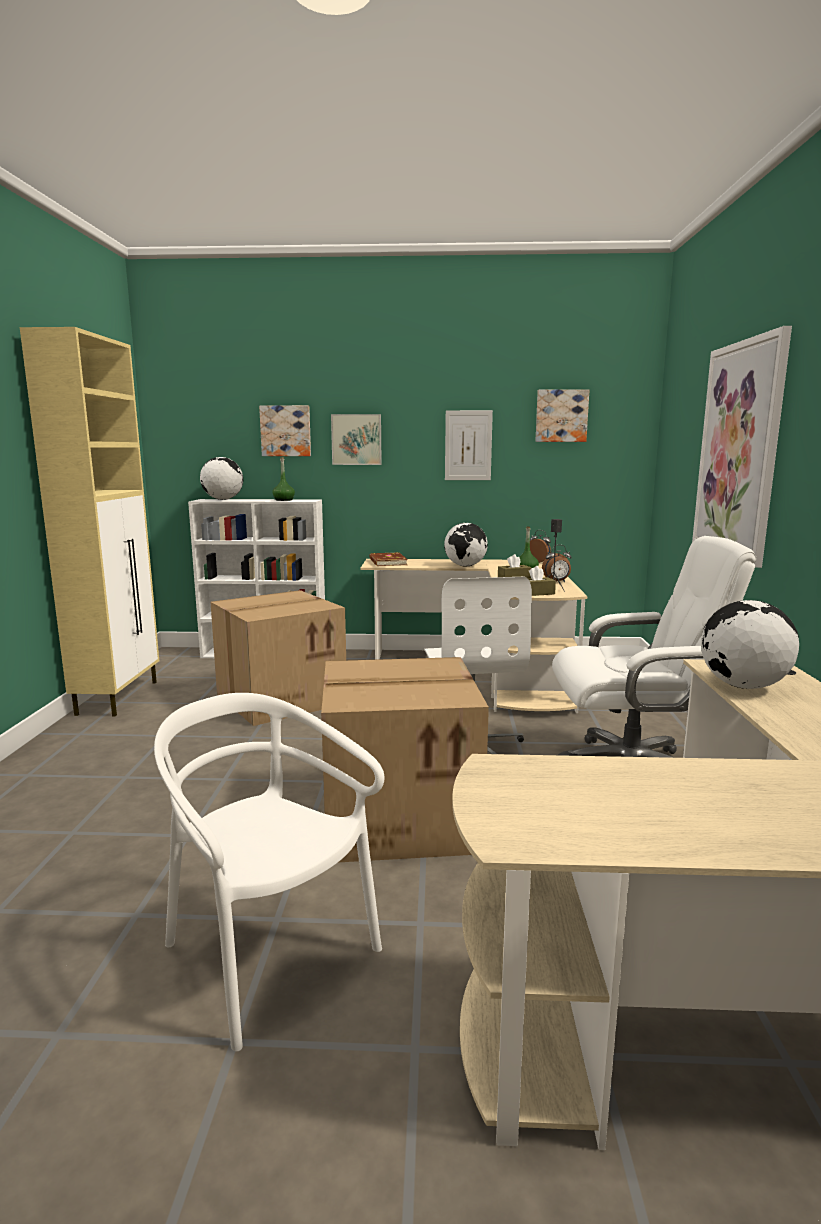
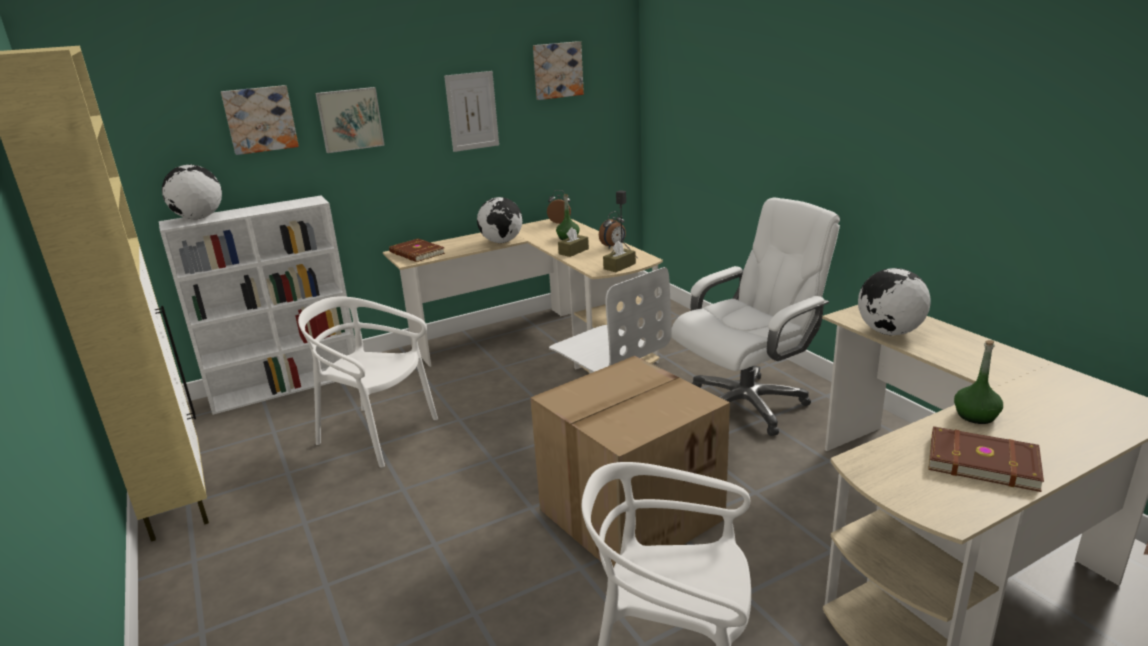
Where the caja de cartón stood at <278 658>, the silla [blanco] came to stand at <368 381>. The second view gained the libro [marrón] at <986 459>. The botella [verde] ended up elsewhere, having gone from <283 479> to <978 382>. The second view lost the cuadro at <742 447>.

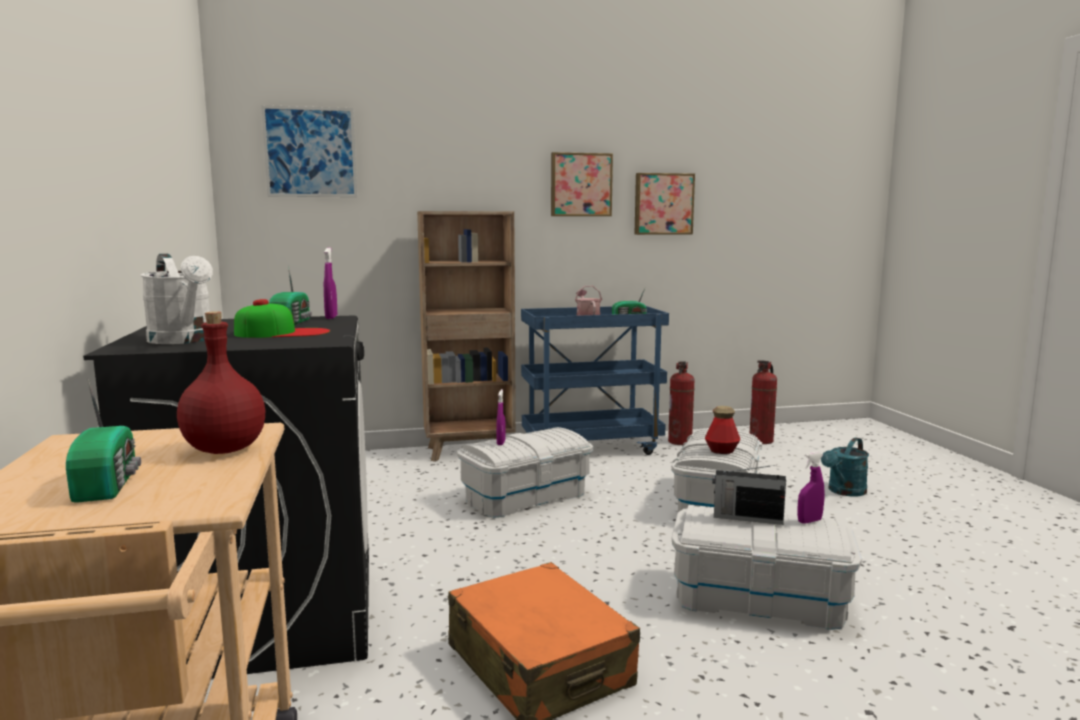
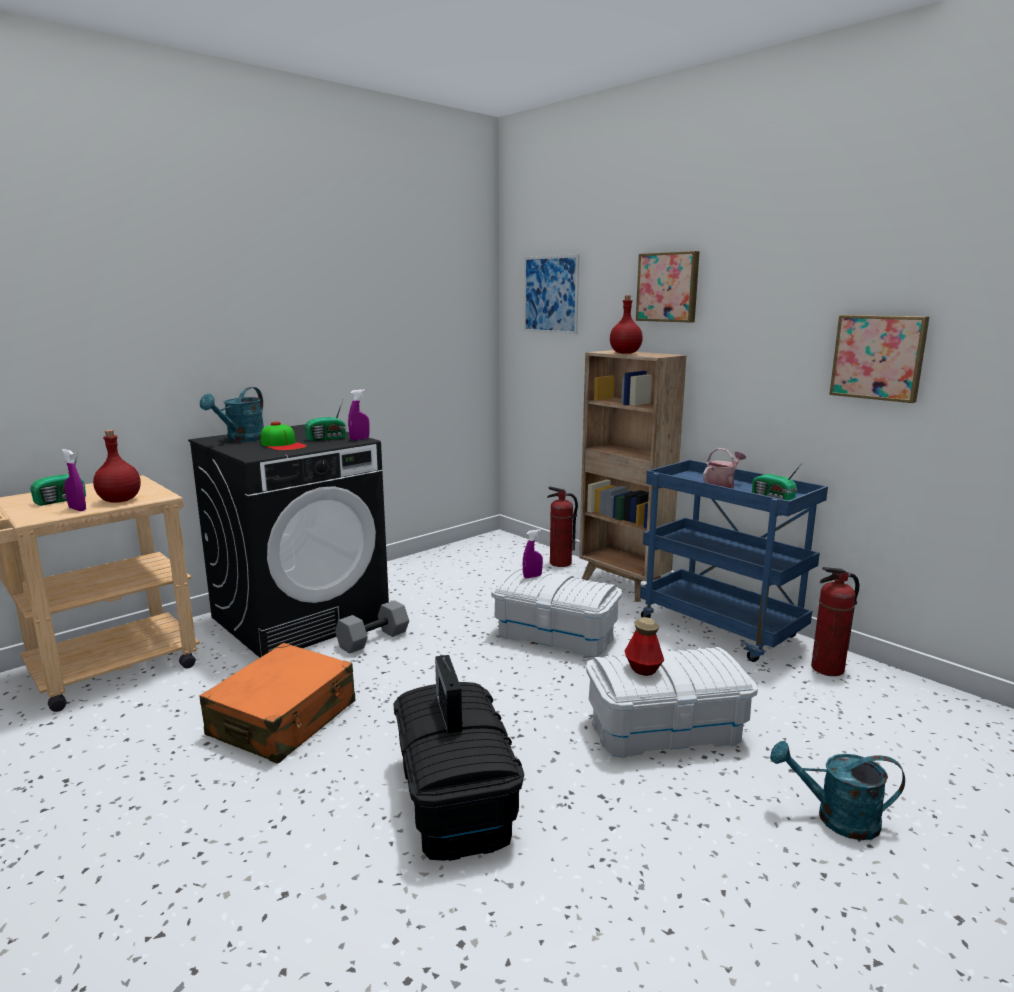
The pulverizador [morado] ended up elsewhere, having gone from <811 488> to <73 480>. What was the regadera [blanco] at <176 299> turned into the regadera [turquesa] at <232 414>. The second view gained the mancuerna [gris] at <372 627>. What was the caja de almacenaje [blanco] at <766 567> turned into the caja de almacenaje [negro] at <458 771>. The extintor ended up elsewhere, having gone from <763 402> to <562 526>. The second view gained the botella [rojo] at <626 324>. The cuadro ended up elsewhere, having gone from <582 184> to <668 287>.

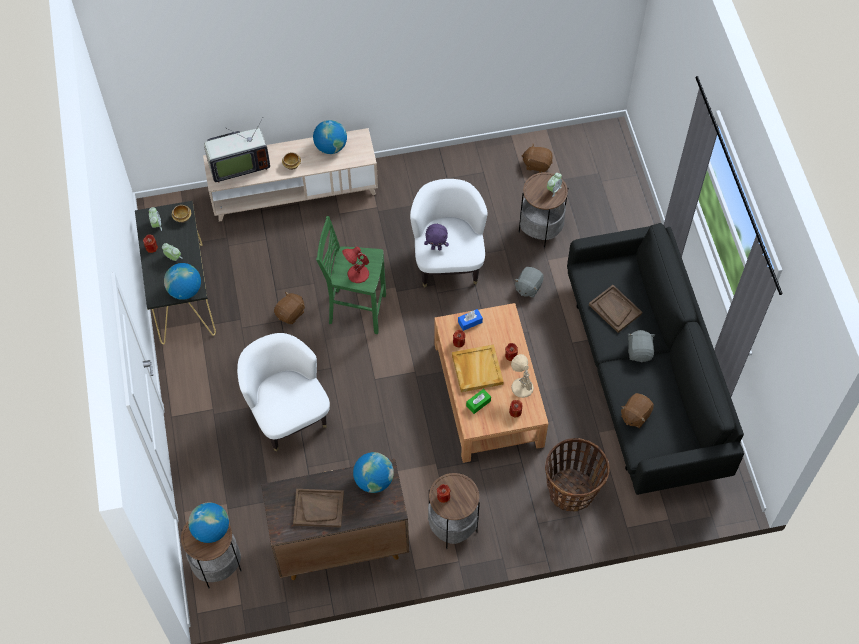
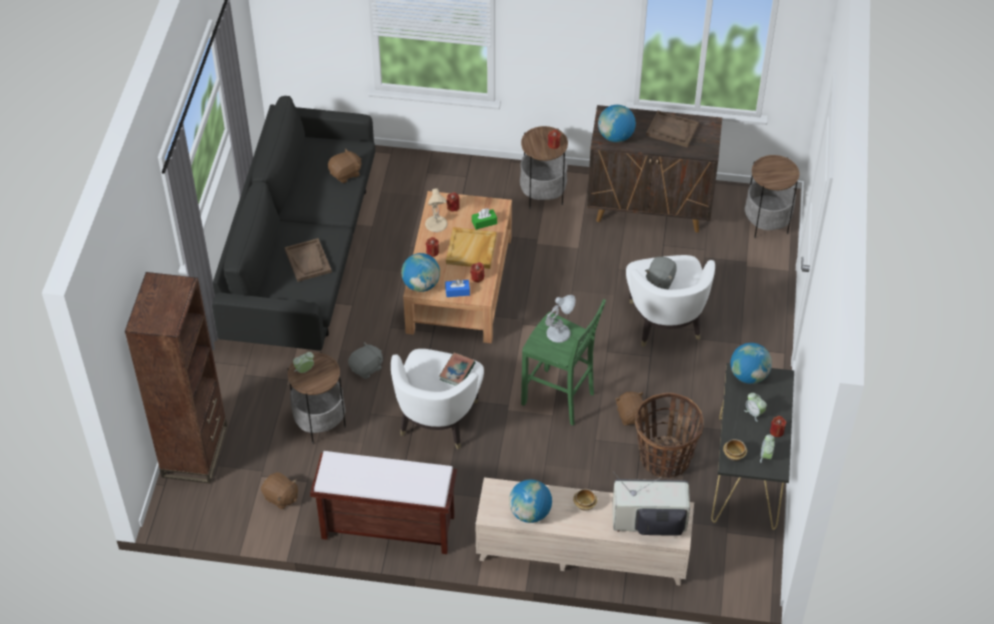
The second view gained the estantería [marrón] at <176 378>. The second view gained the banco [marrón] at <383 502>. The globo terráqueo ended up elsewhere, having gone from <208 523> to <420 272>. Where the peluche [morado] stood at <436 237>, the libro came to stand at <457 369>. What was the lámpara de mesa [rojo] at <355 265> turned into the lámpara de mesa [blanco] at <560 319>. The peluche [marrón] at <289 307> ended up facing another way, 105 degrees clockwise from before. The cesta ended up elsewhere, having gone from <577 475> to <669 435>. The peluche [gris] ended up elsewhere, having gone from <641 346> to <661 273>.

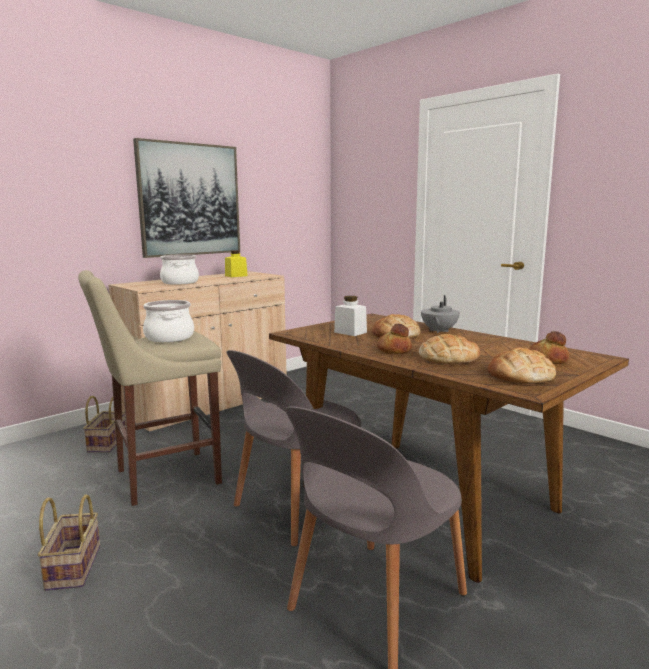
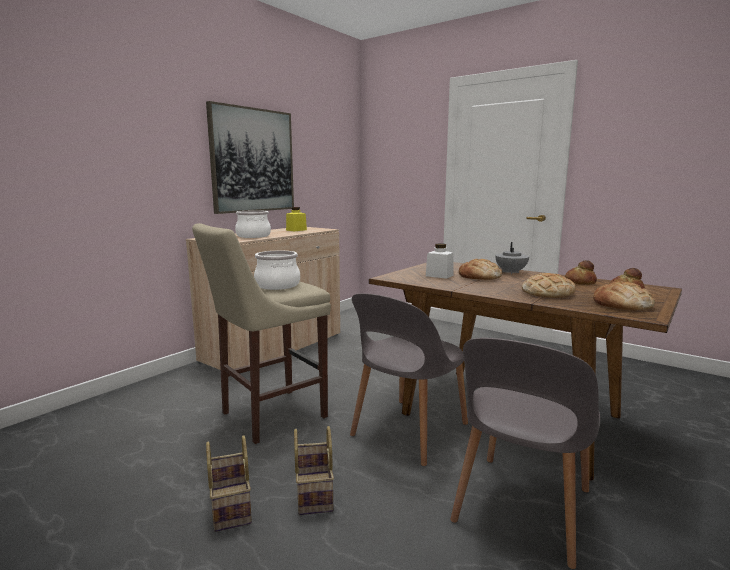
The cesta ended up elsewhere, having gone from <104 424> to <314 470>. The pan ended up elsewhere, having gone from <394 339> to <581 272>.

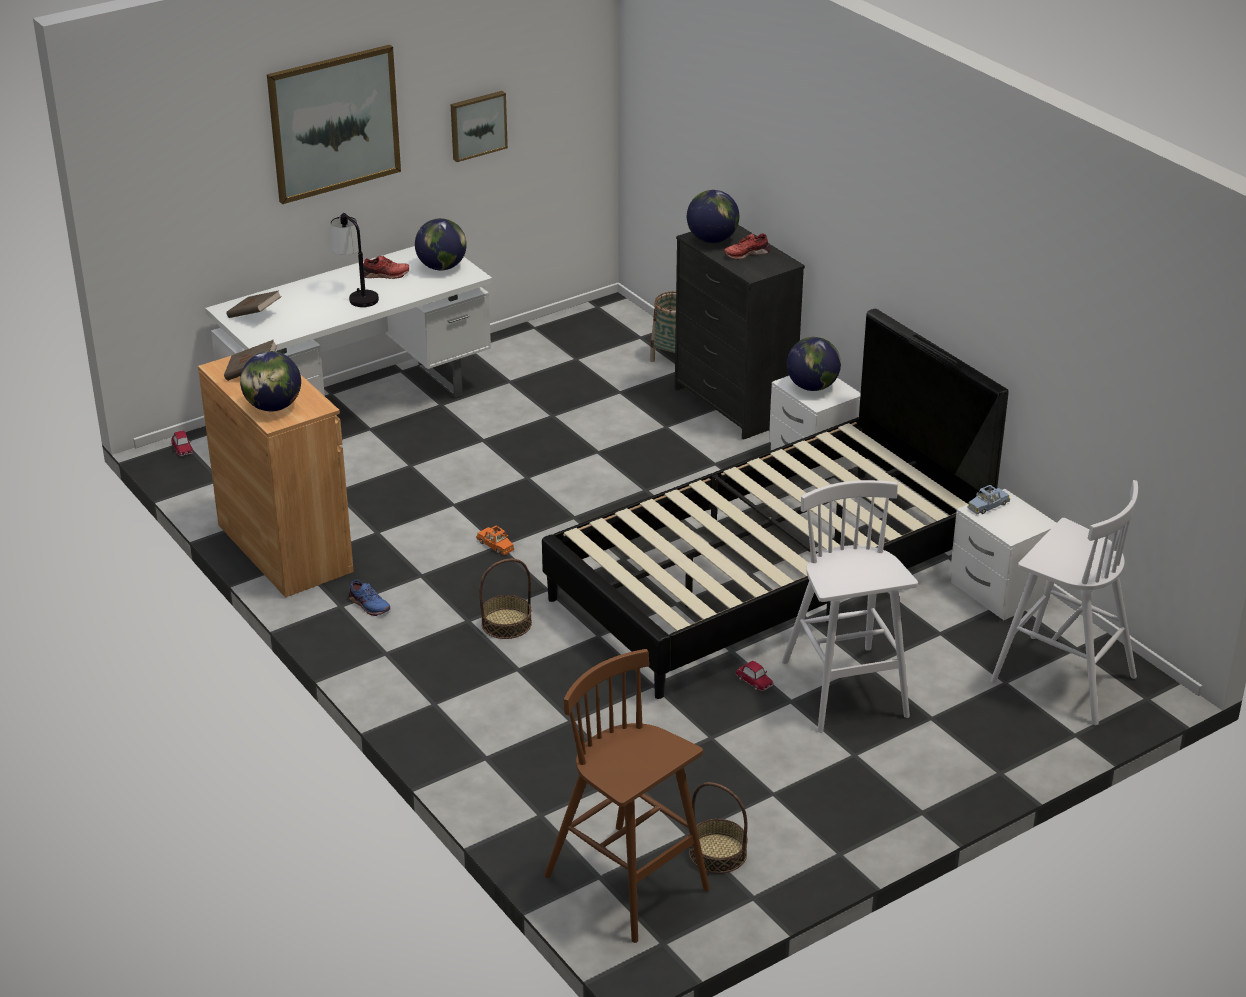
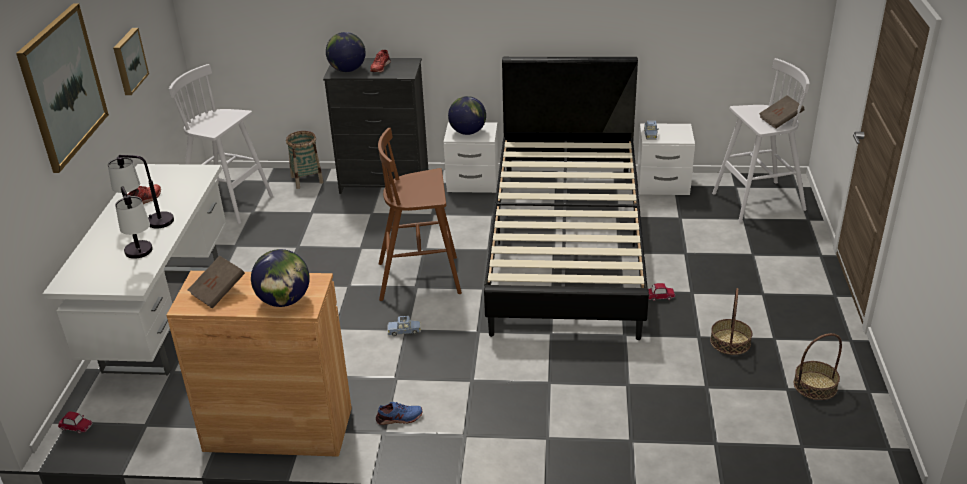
The second view gained the lámpara de mesa at <134 222>. The taburete [blanco] ended up elsewhere, having gone from <850 606> to <221 144>. The taburete [marrón] ended up elsewhere, having gone from <627 796> to <420 214>. What was the coche de juguete [naranja] at <495 540> turned into the coche de juguete [azul] at <404 326>. The cesta ended up elsewhere, having gone from <505 599> to <731 321>. The libro [marrón] ended up elsewhere, having gone from <254 304> to <782 112>. The second view lost the globo terráqueo at <441 244>.

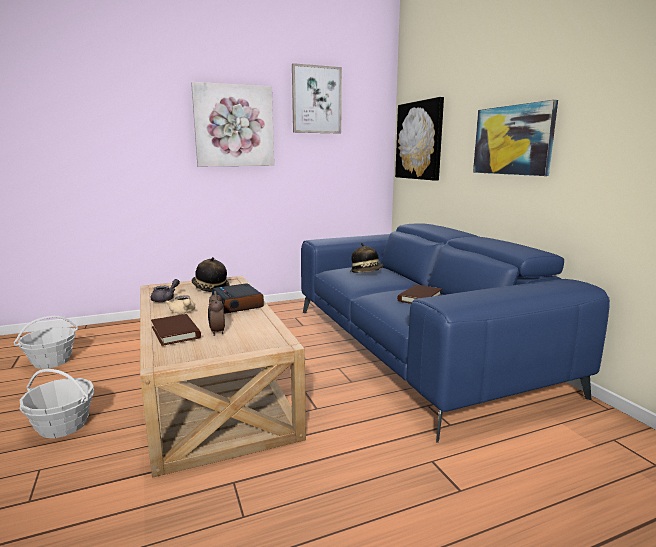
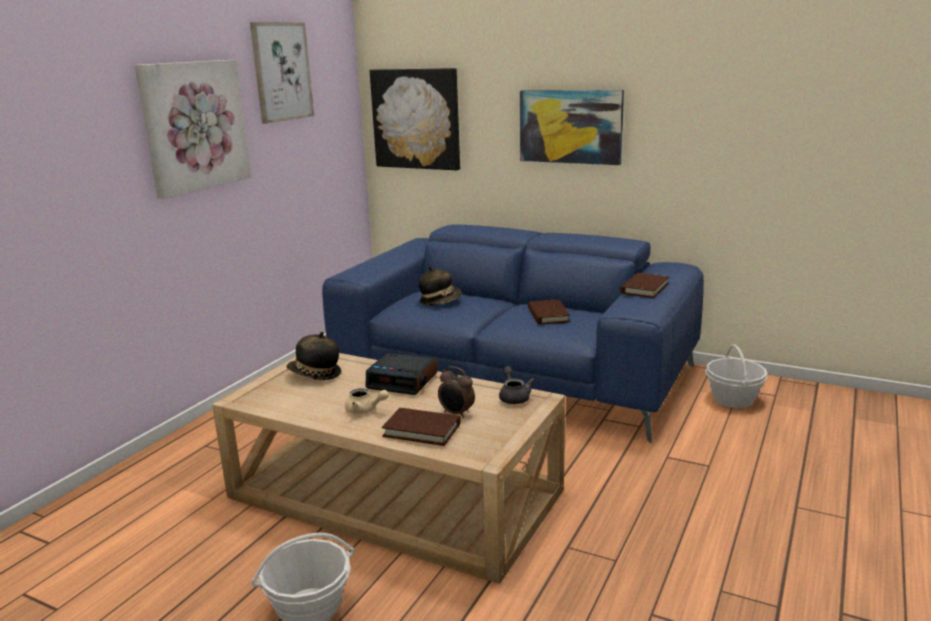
The tetera [gris] ended up elsewhere, having gone from <165 290> to <517 385>. The second view gained the libro [marrón] at <644 285>. The cesta ended up elsewhere, having gone from <46 342> to <736 376>.

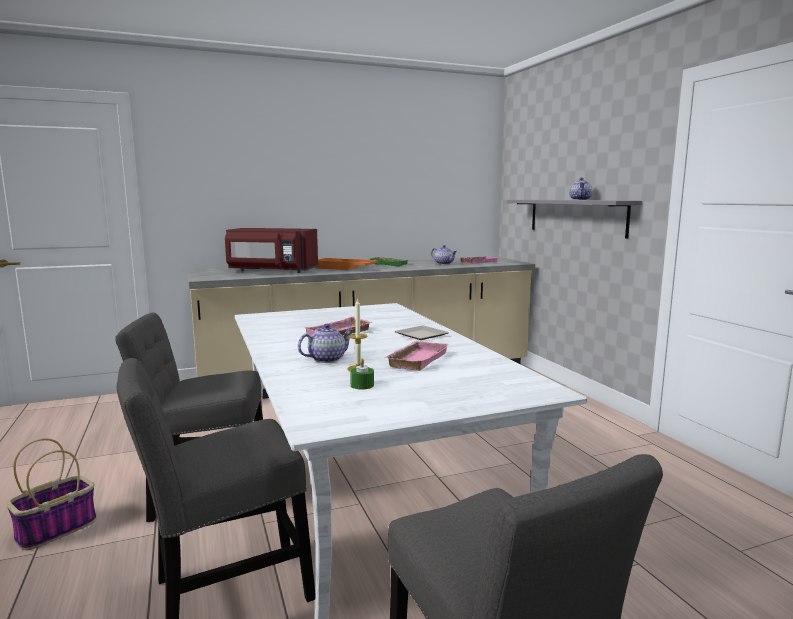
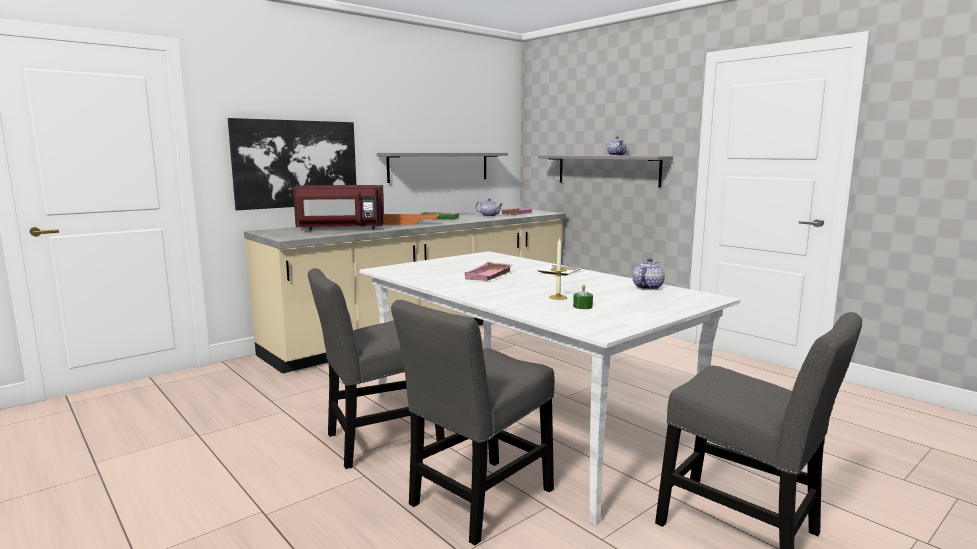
The second view gained the cuadro at <292 164>. The second view gained the estante [gris] at <442 168>. The tetera ended up elsewhere, having gone from <326 343> to <649 274>. The second view lost the cesta at <52 494>. The second view lost the bandeja [rosa] at <417 356>.

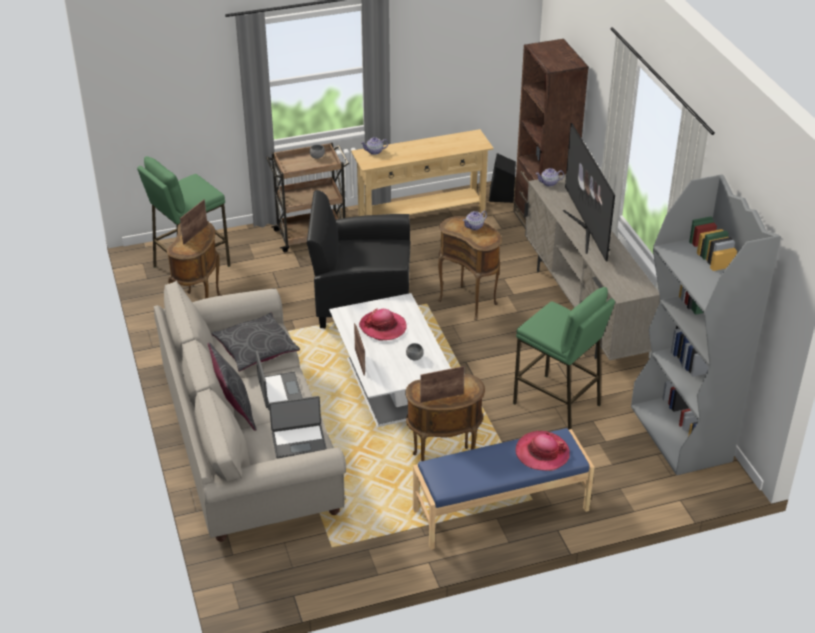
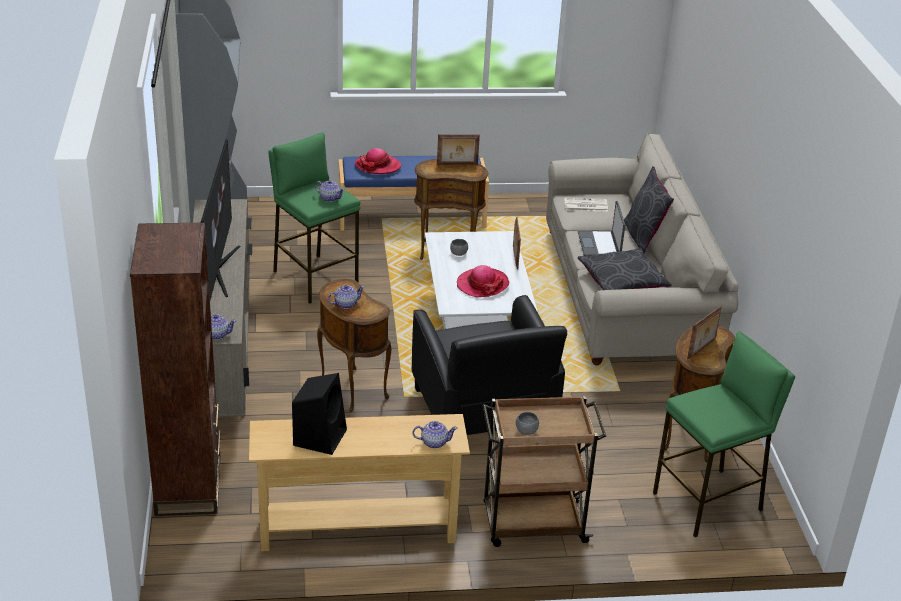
The altavoz [negro] ended up elsewhere, having gone from <502 178> to <319 414>. The second view gained the tetera at <330 191>. The sillón [negro] at <359 259> ended up facing another way, 60 degrees clockwise from before. Where the portátil stood at <298 427>, the periódico came to stand at <586 204>.

